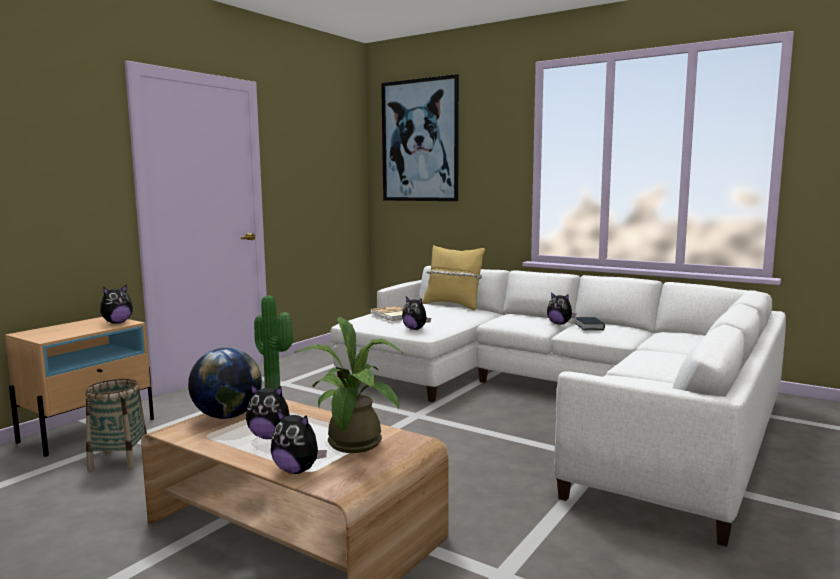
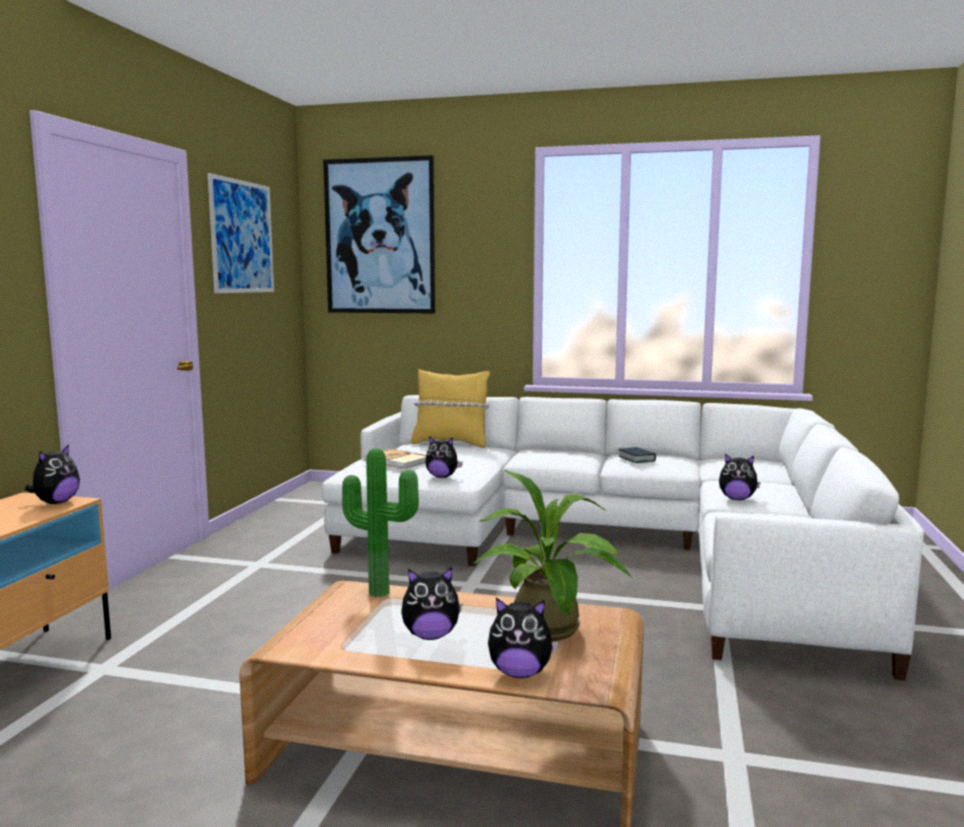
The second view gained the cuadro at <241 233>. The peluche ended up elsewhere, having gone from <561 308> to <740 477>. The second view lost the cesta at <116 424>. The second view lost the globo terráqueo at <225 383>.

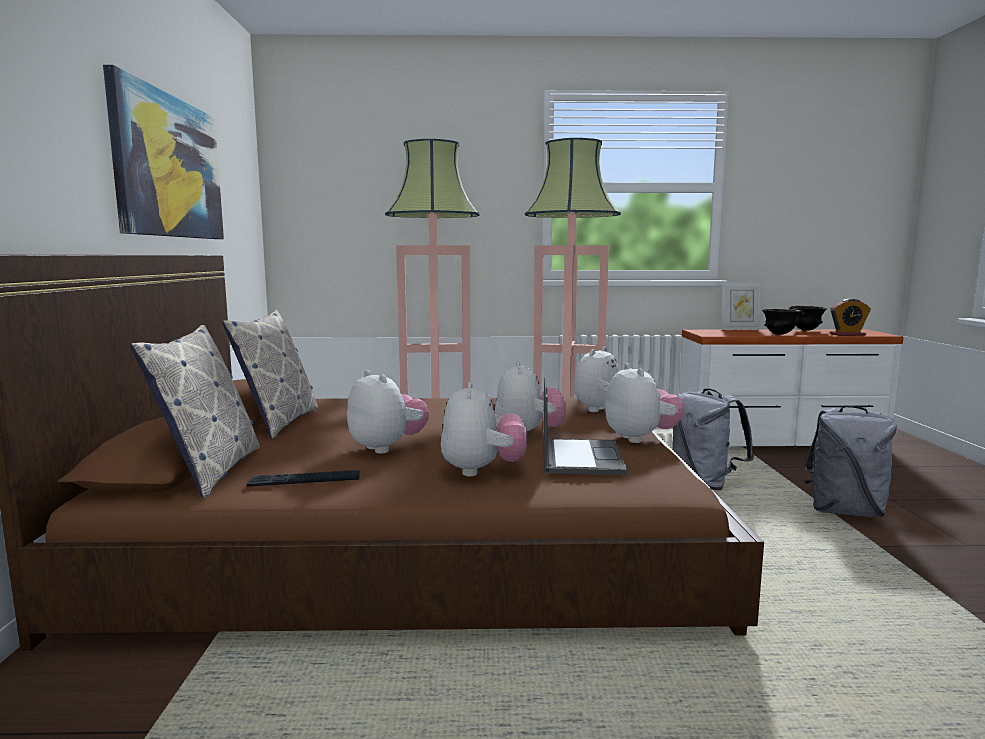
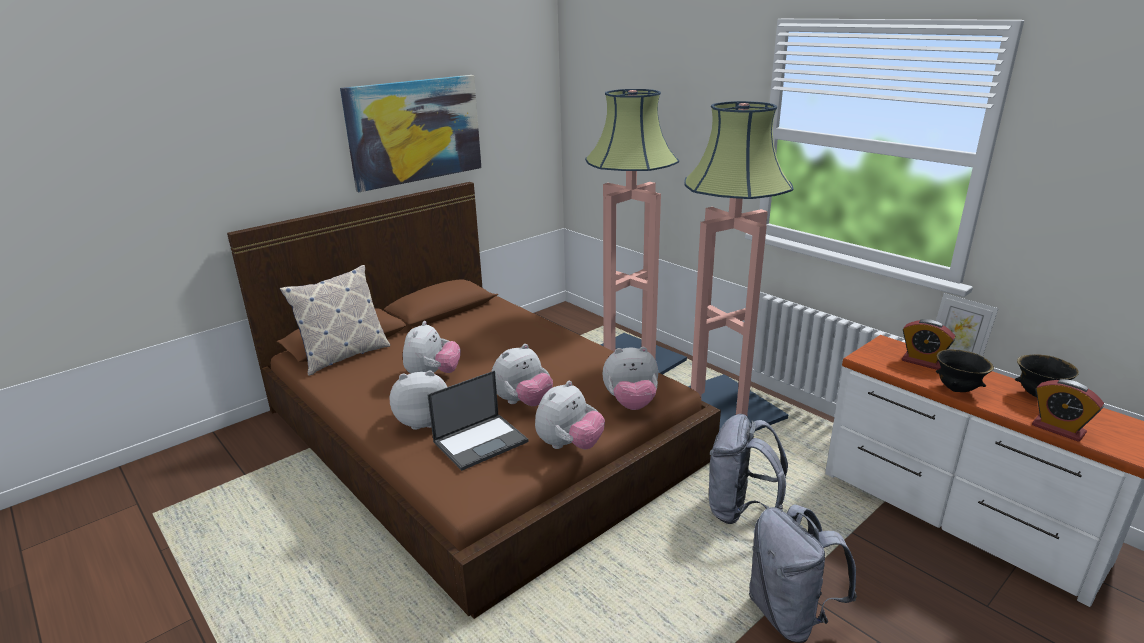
The peluche at <484 429> ended up facing another way, 150 degrees counterclockwise from before. The second view gained the despertador at <928 344>. The second view lost the cojín at <270 374>. The second view lost the teclado at <303 478>.

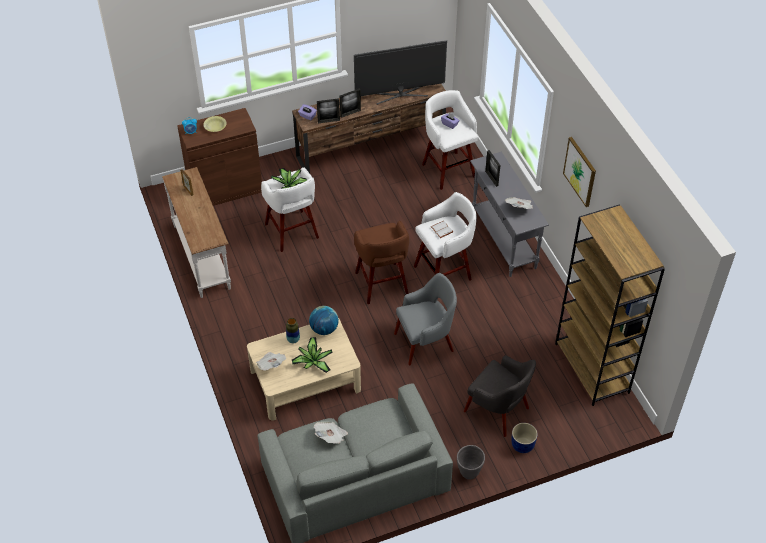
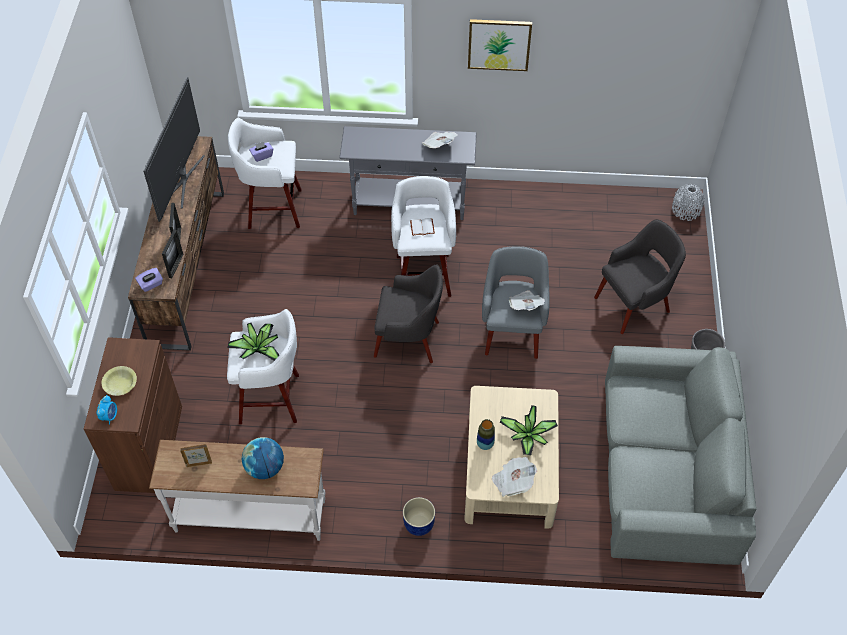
The globo terráqueo ended up elsewhere, having gone from <324 320> to <263 458>. Where the taburete [marrón] stood at <381 262>, the sillón [gris] came to stand at <408 313>. The maceta [azul] ended up elsewhere, having gone from <524 438> to <419 516>. The periódico ended up elsewhere, having gone from <331 433> to <527 300>. The second view gained the florero [gris] at <688 202>. The second view lost the portarretratos at <492 168>. The second view lost the estantería [marrón] at <610 305>.

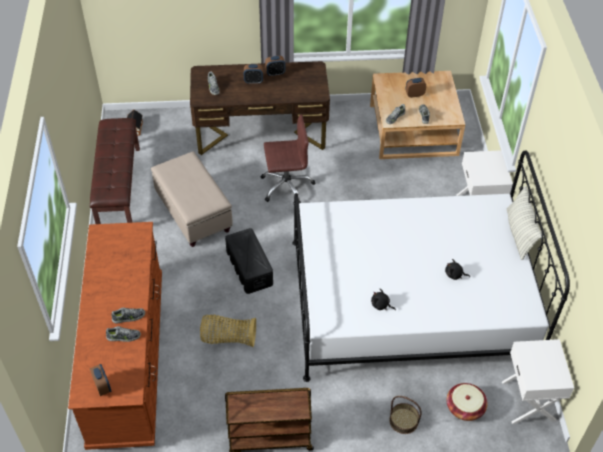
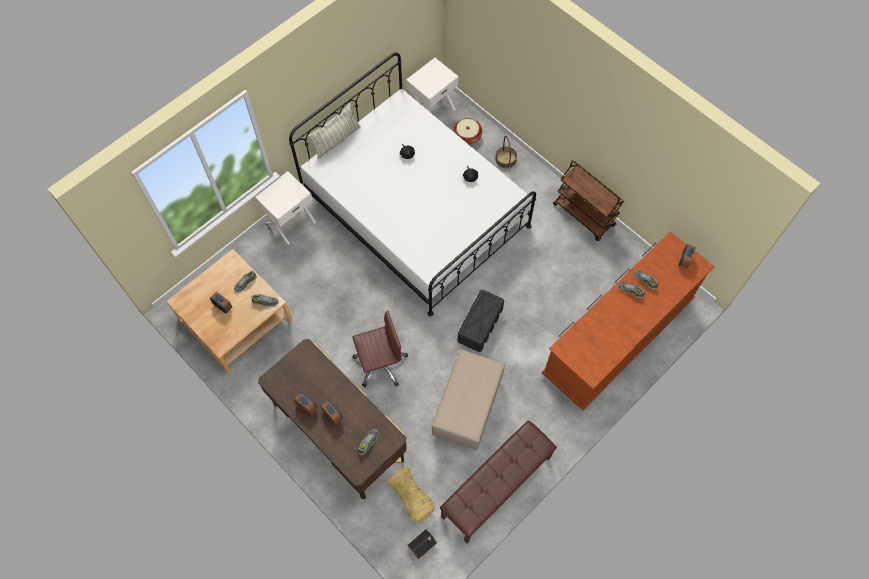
The silla de oficina [marrón] at <288 158> ended up facing another way, 120 degrees clockwise from before. The cesta ended up elsewhere, having gone from <228 331> to <411 495>.

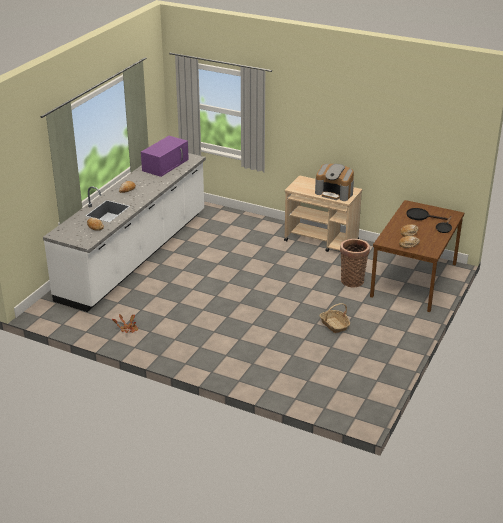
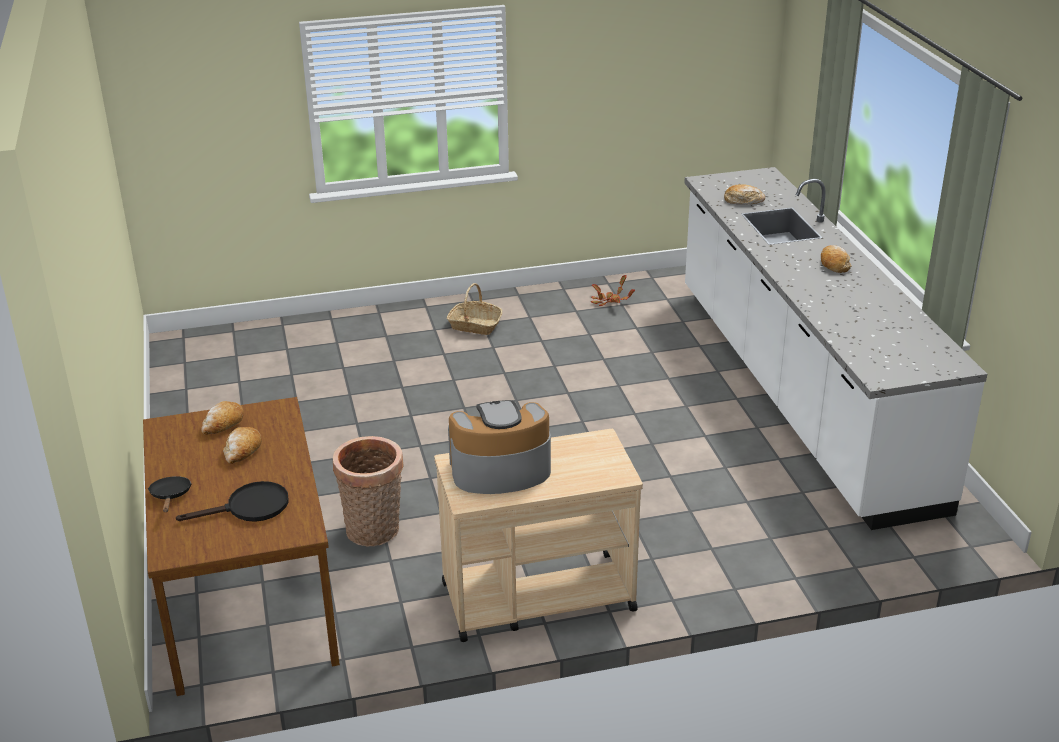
The cesta ended up elsewhere, having gone from <334 318> to <474 309>. The second view lost the microondas [morado] at <165 156>.

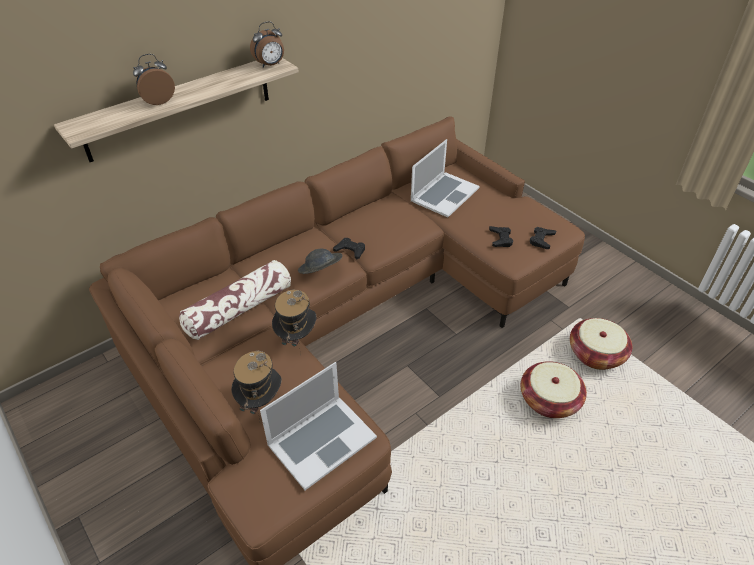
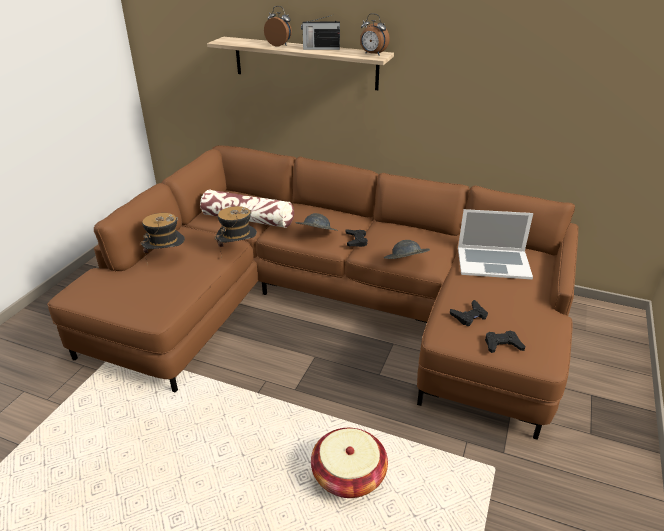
The second view gained the radio at <320 32>. The second view gained the sombrero [gris] at <407 249>. The second view lost the portátil at <318 426>. The second view lost the cesta at <601 344>.

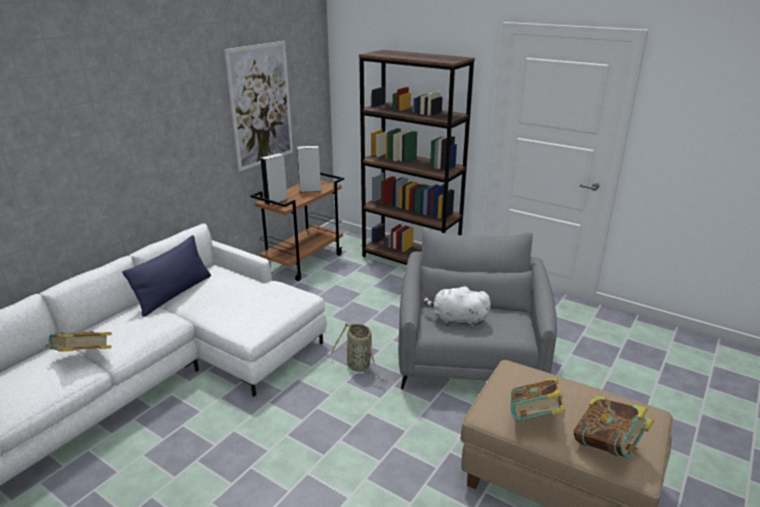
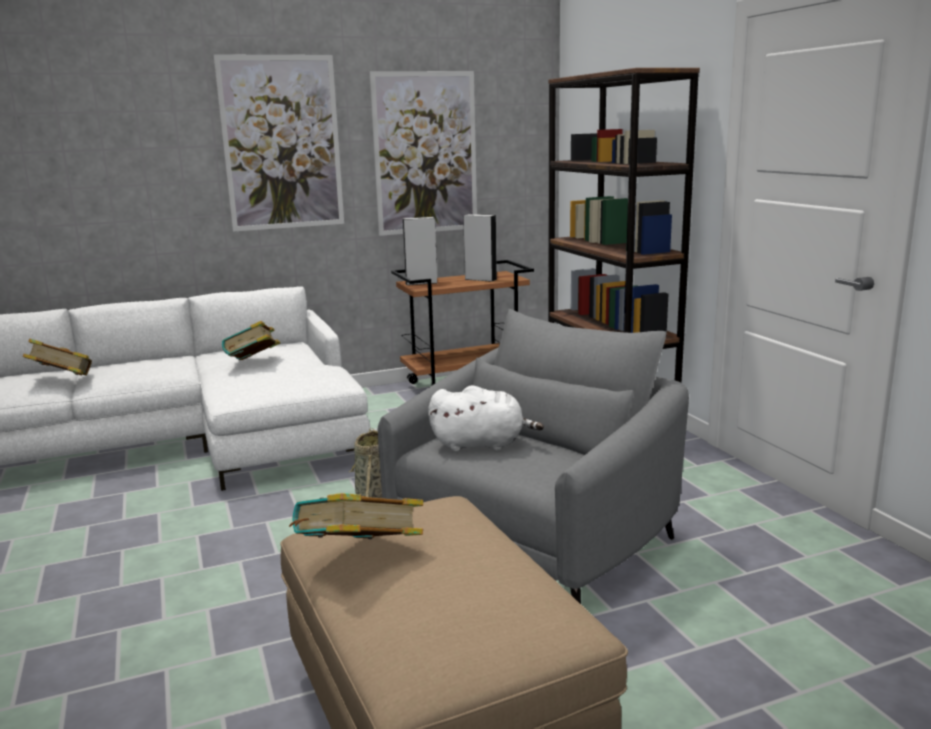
The second view gained the cuadro at <278 143>. The libro ended up elsewhere, having gone from <613 426> to <251 340>. The peluche [blanco] at <457 306> ended up facing another way, 135 degrees clockwise from before. The second view lost the cojín [azul] at <166 275>.

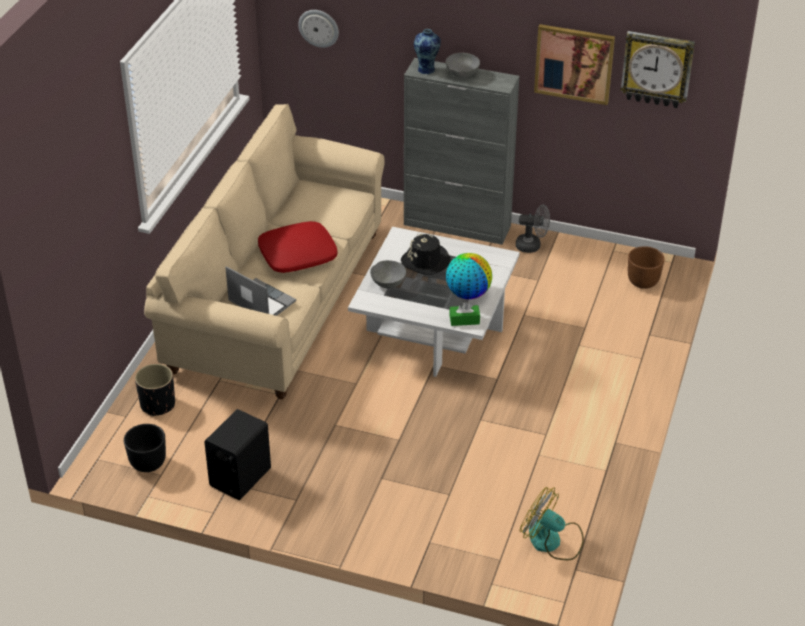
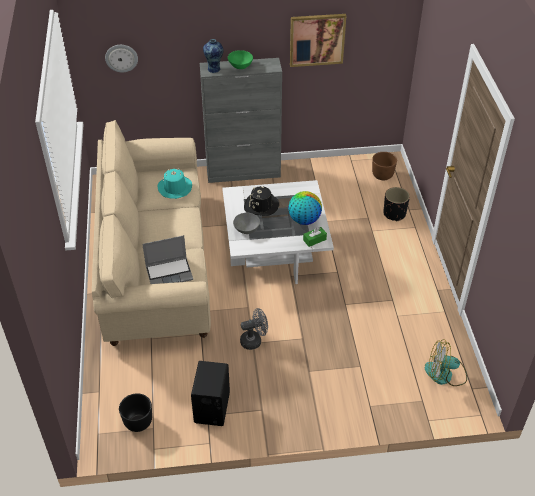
The portátil at <260 291> ended up facing another way, 150 degrees clockwise from before. The second view gained the sombrero [turquesa] at <175 183>. What was the cuenco [gris] at <462 65> turned into the cuenco [verde] at <240 59>. The ventilador [gris] ended up elsewhere, having gone from <533 229> to <254 329>. The maceta [negro] ended up elsewhere, having gone from <155 390> to <397 204>. The second view lost the cojín [rojo] at <298 247>. The second view lost the reloj de pared at <657 69>.

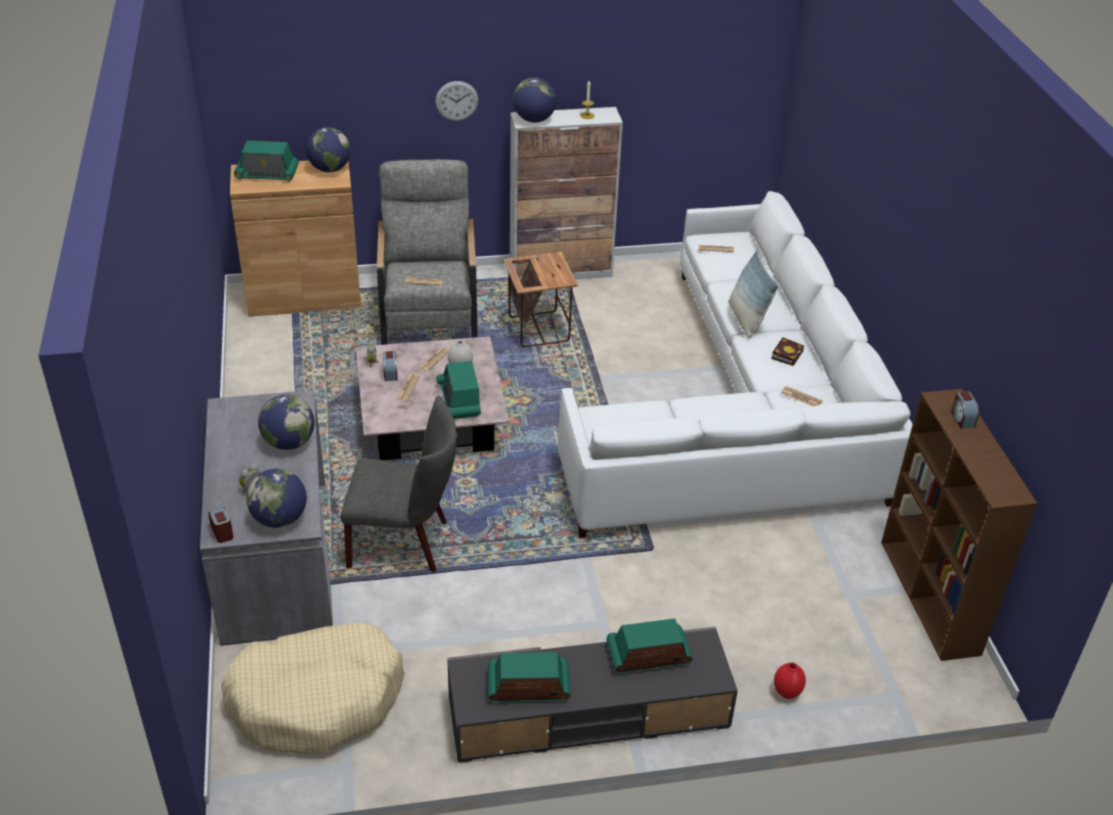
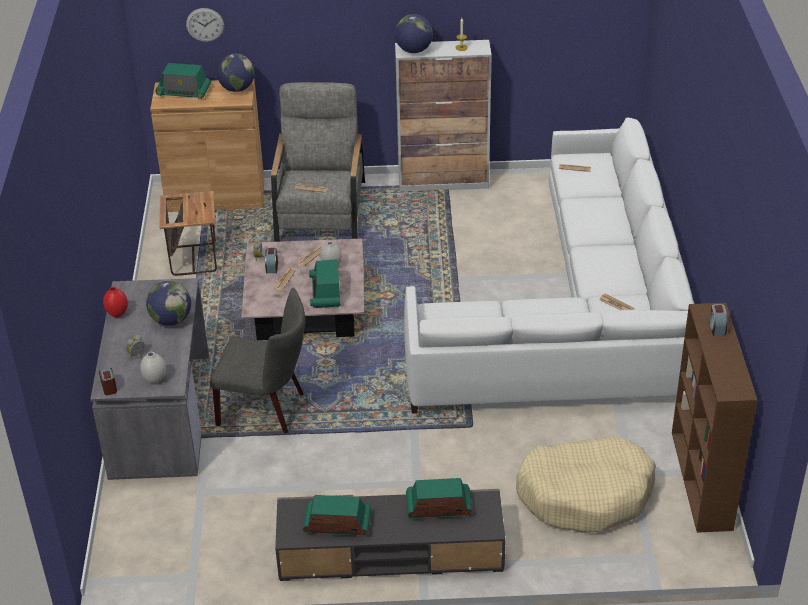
The florero [rojo] ended up elsewhere, having gone from <790 680> to <115 302>. Where the globo terráqueo stood at <276 498>, the florero [blanco] came to stand at <153 367>. The mesa auxiliar ended up elsewhere, having gone from <541 300> to <188 233>. The reloj de pared ended up elsewhere, having gone from <456 101> to <205 25>. The cama para perro [beis] ended up elsewhere, having gone from <312 688> to <586 485>. The second view lost the cojín at <753 294>. The second view lost the libro at <787 351>.

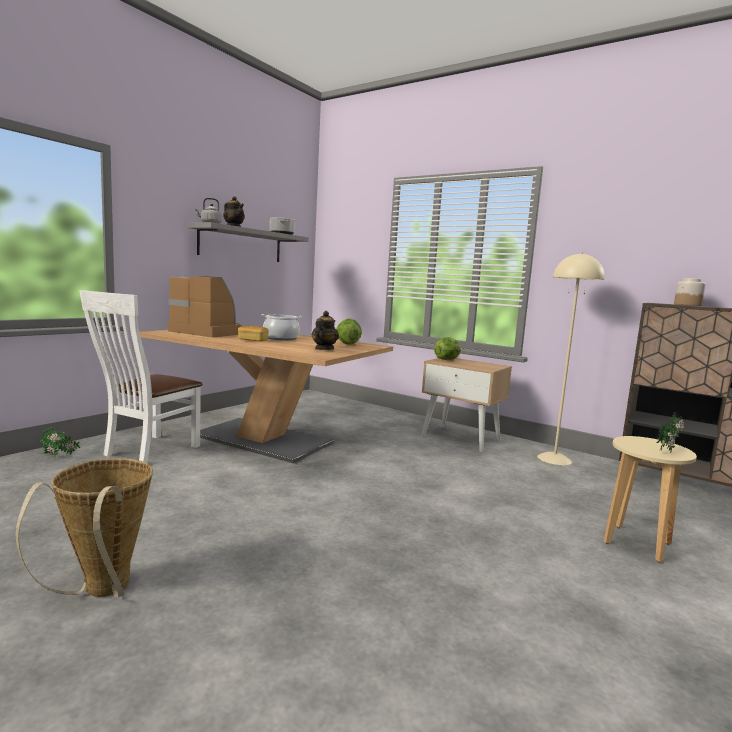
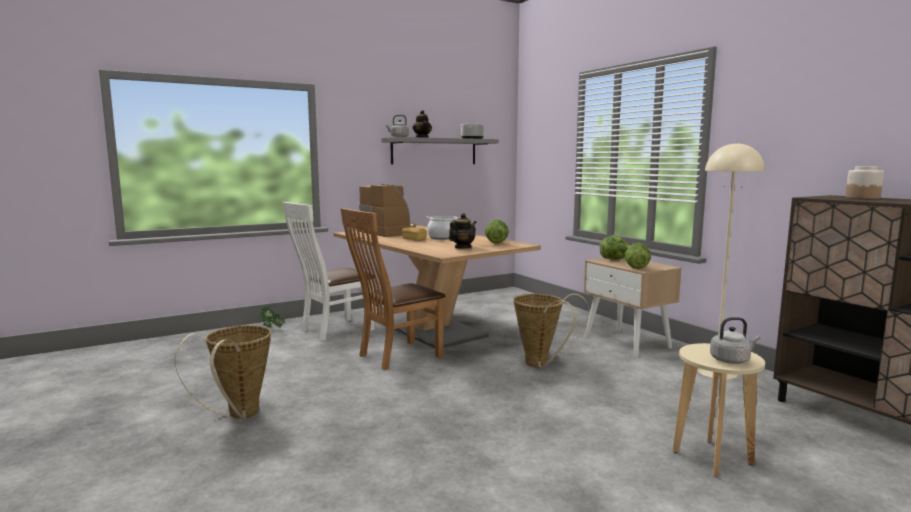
The second view gained the silla [marrón] at <392 289>. The second view gained the cesta at <551 331>. The second view gained the lechuga at <638 256>. Where the planta en maceta stood at <670 433>, the hervidor [gris] came to stand at <735 340>.

